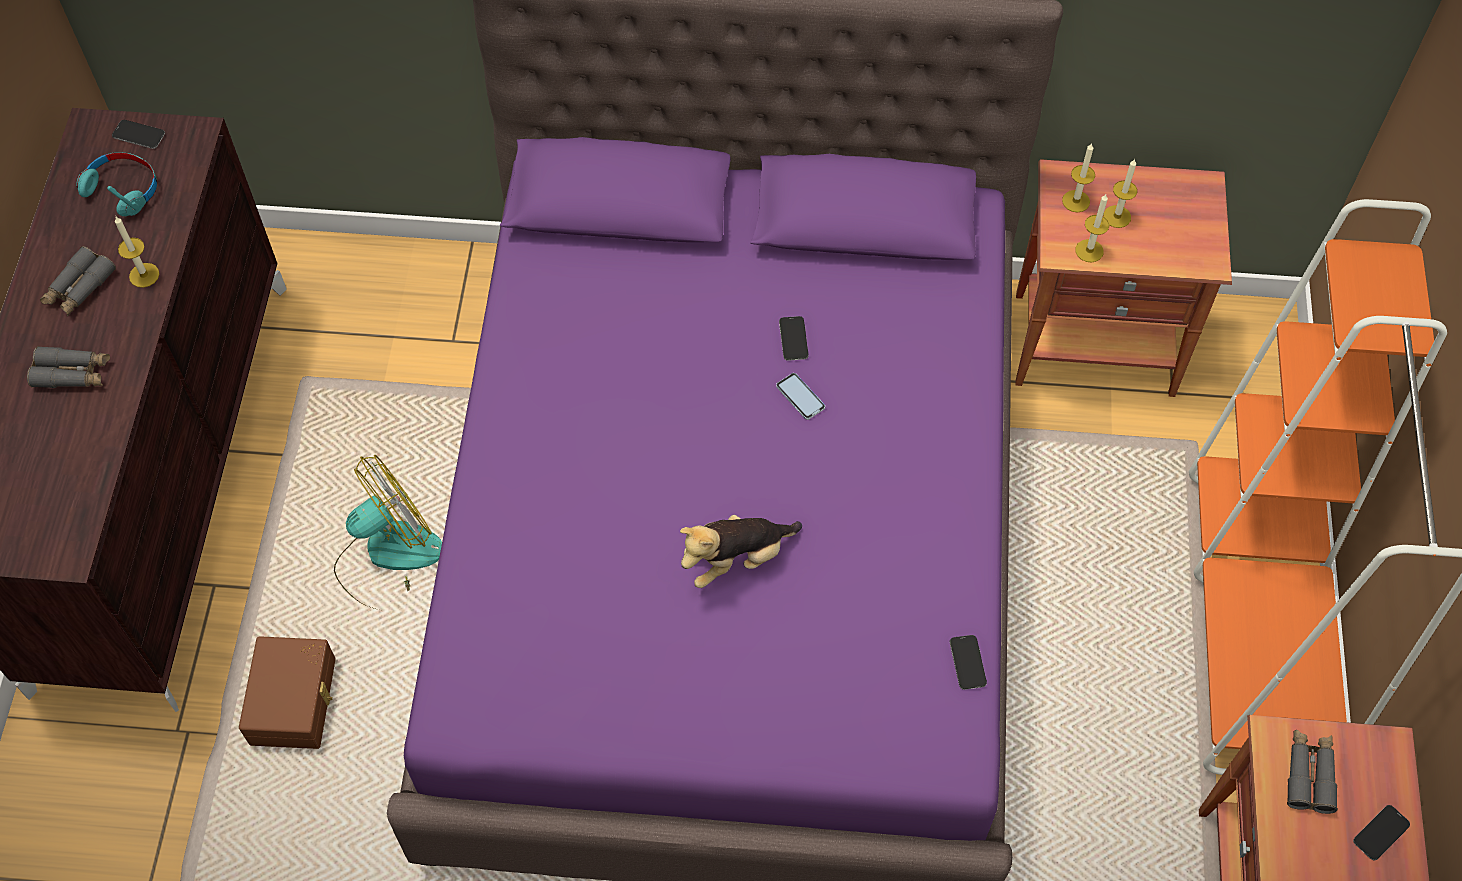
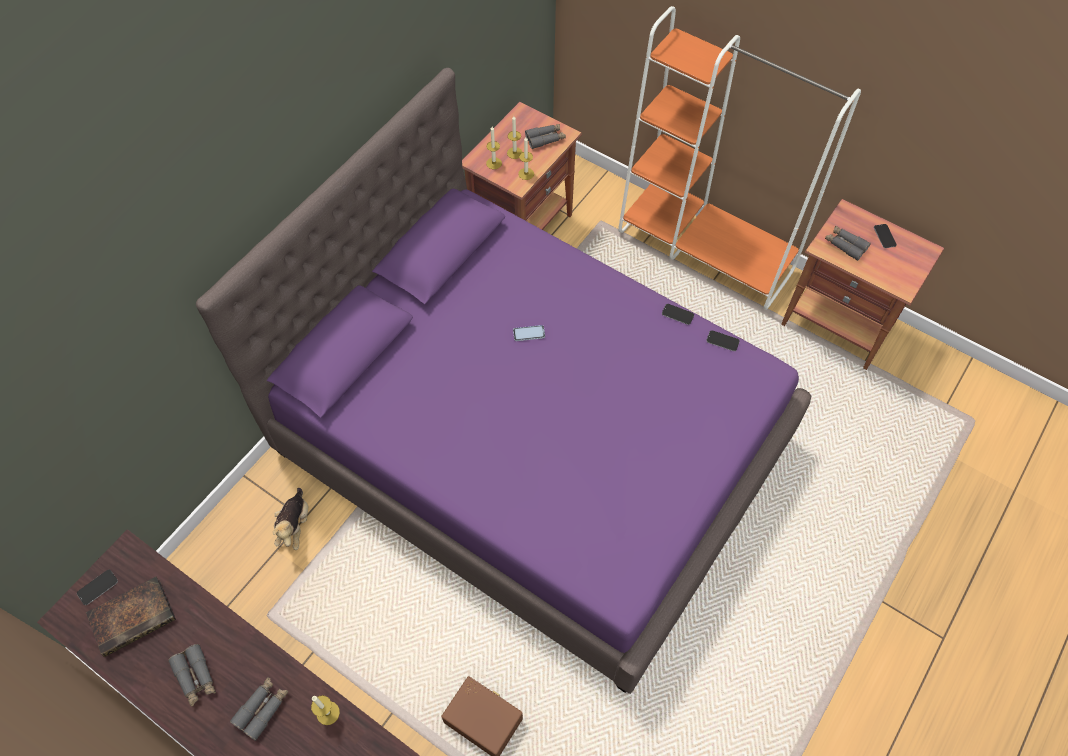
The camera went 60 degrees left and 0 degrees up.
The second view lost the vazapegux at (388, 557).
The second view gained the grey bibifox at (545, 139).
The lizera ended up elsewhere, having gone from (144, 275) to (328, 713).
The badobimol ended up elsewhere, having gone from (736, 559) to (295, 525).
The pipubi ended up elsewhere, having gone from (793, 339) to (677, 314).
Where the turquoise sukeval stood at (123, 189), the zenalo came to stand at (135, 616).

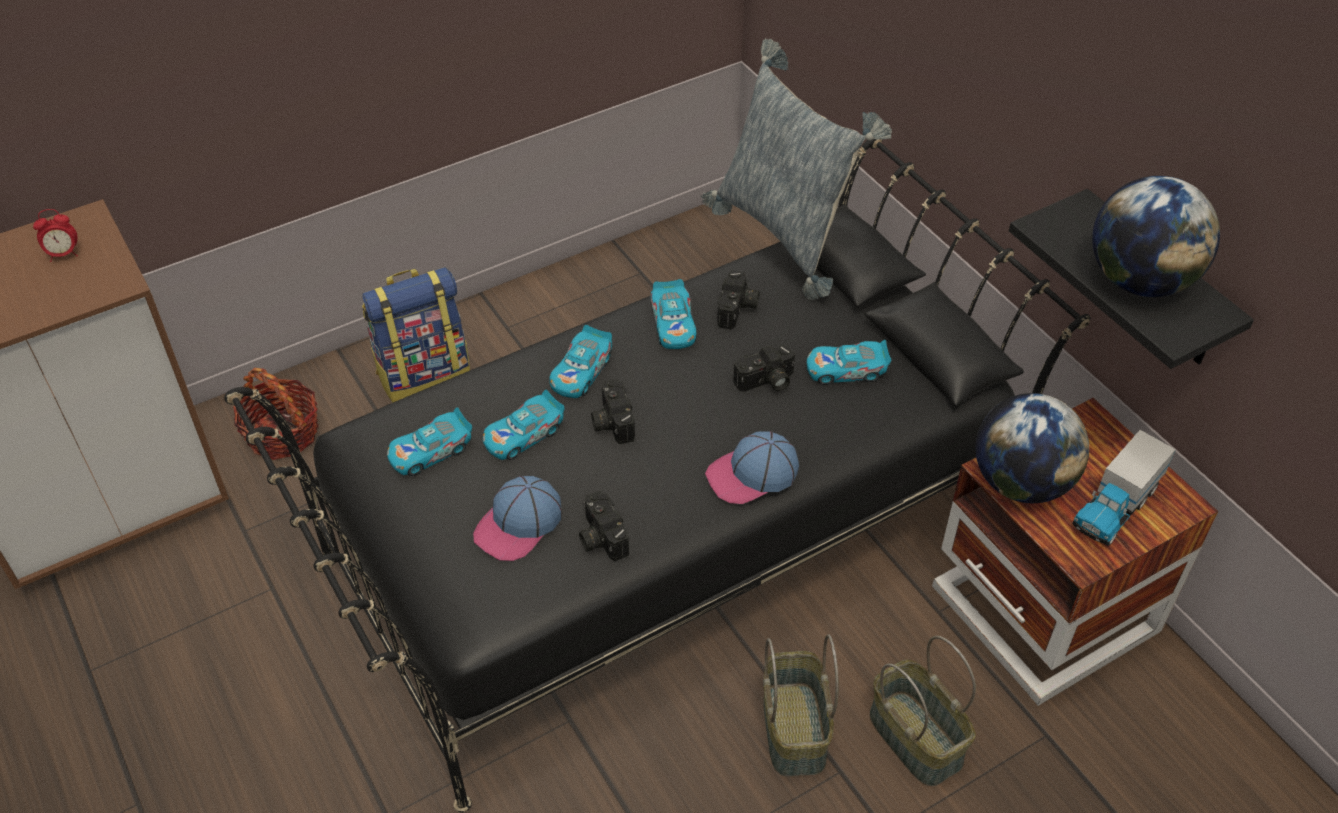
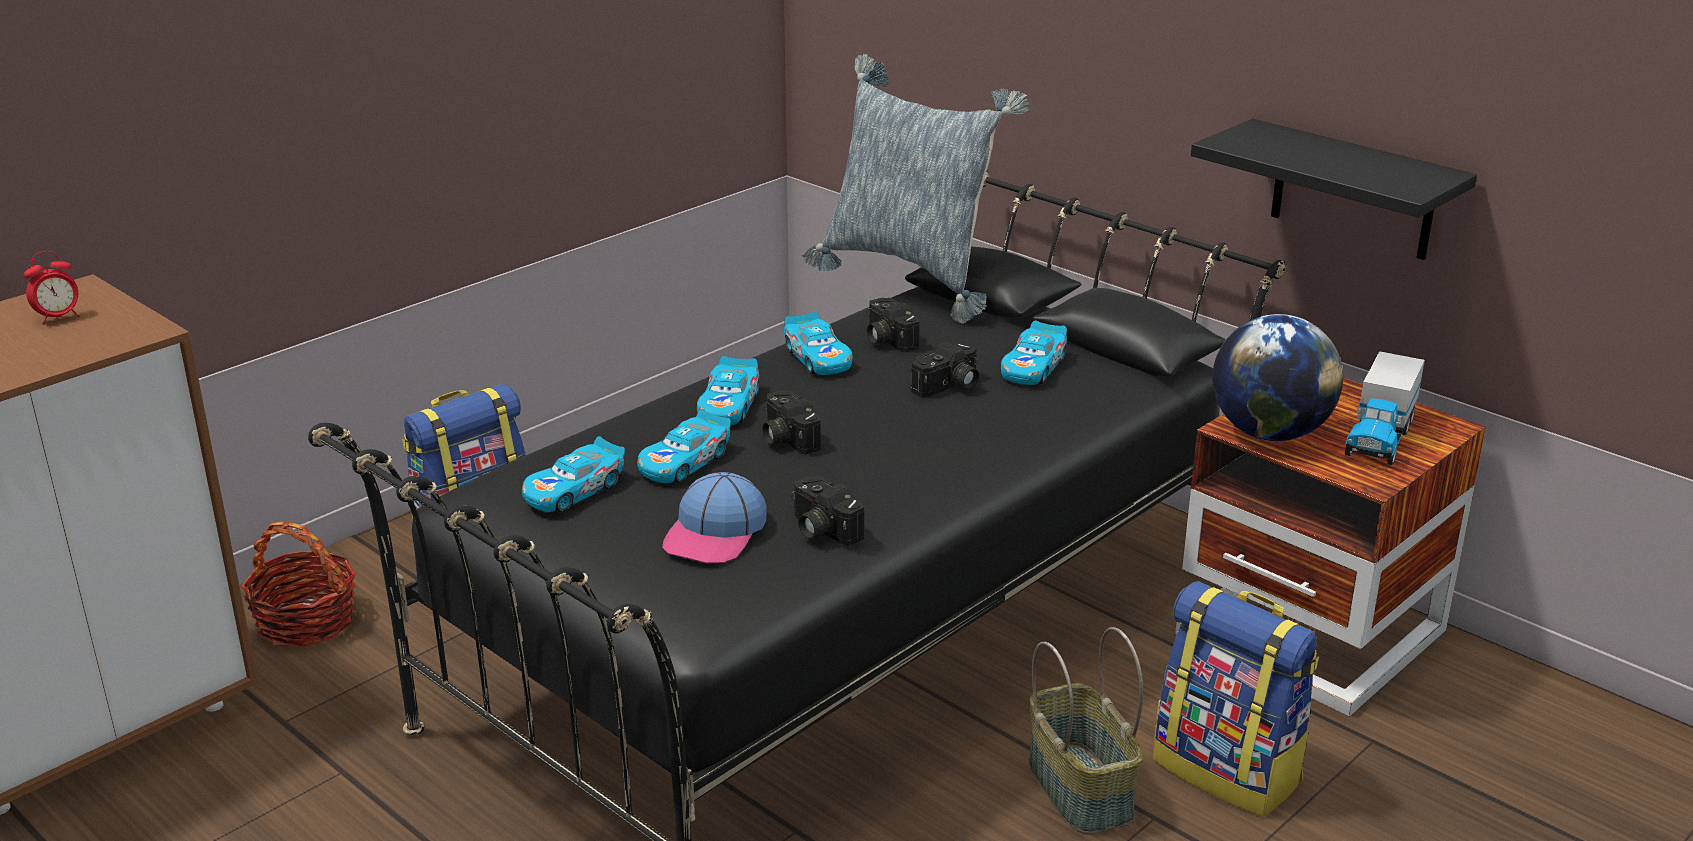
The camera went 15 degrees left and 20 degrees down.
The second view lost the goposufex at (752, 475).
The second view lost the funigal at (1139, 281).
Where the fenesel stood at (917, 738), the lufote came to stand at (1229, 770).
The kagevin at (738, 310) ended up facing another way, 150 degrees clockwise from before.
The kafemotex at (846, 370) ended up facing another way, 45 degrees counterclockwise from before.

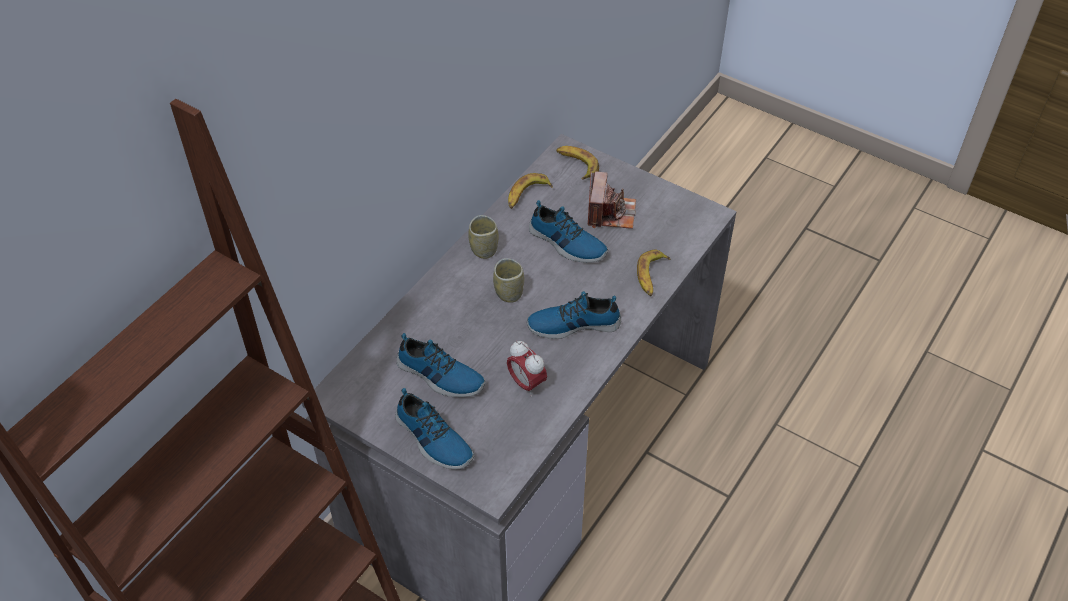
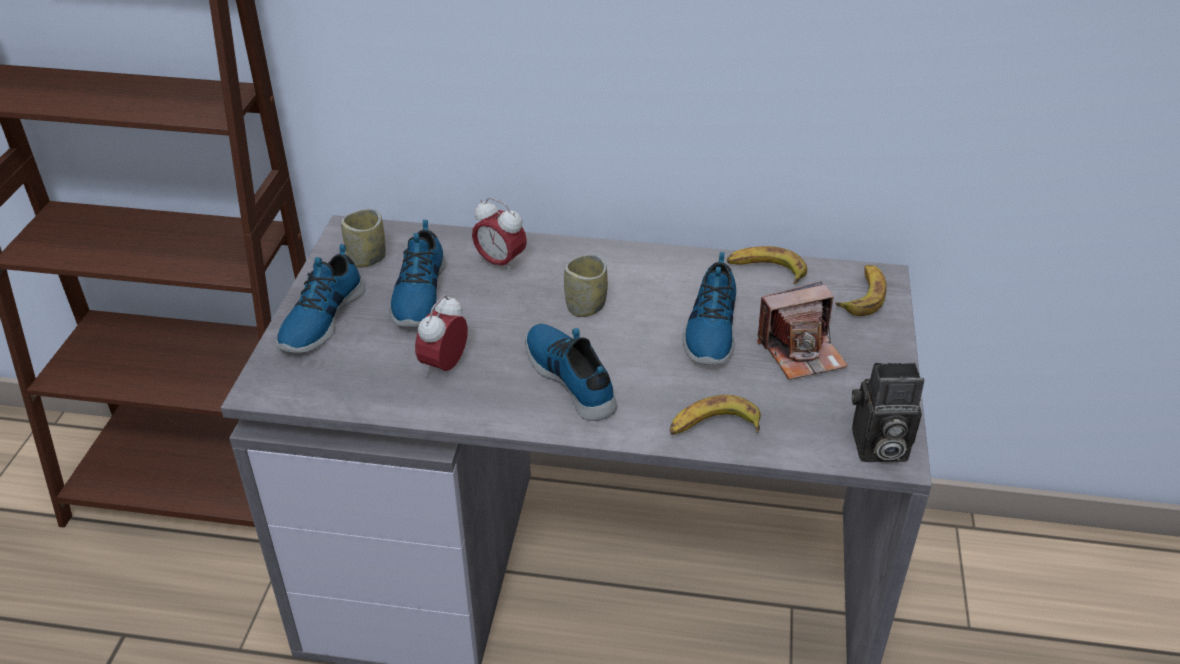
The camera went 65 degrees right and 10 degrees down.
The second view gained the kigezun at (500, 263).
The second view gained the kagevin at (877, 448).
The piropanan ended up elsewhere, having gone from (484, 249) to (367, 259).

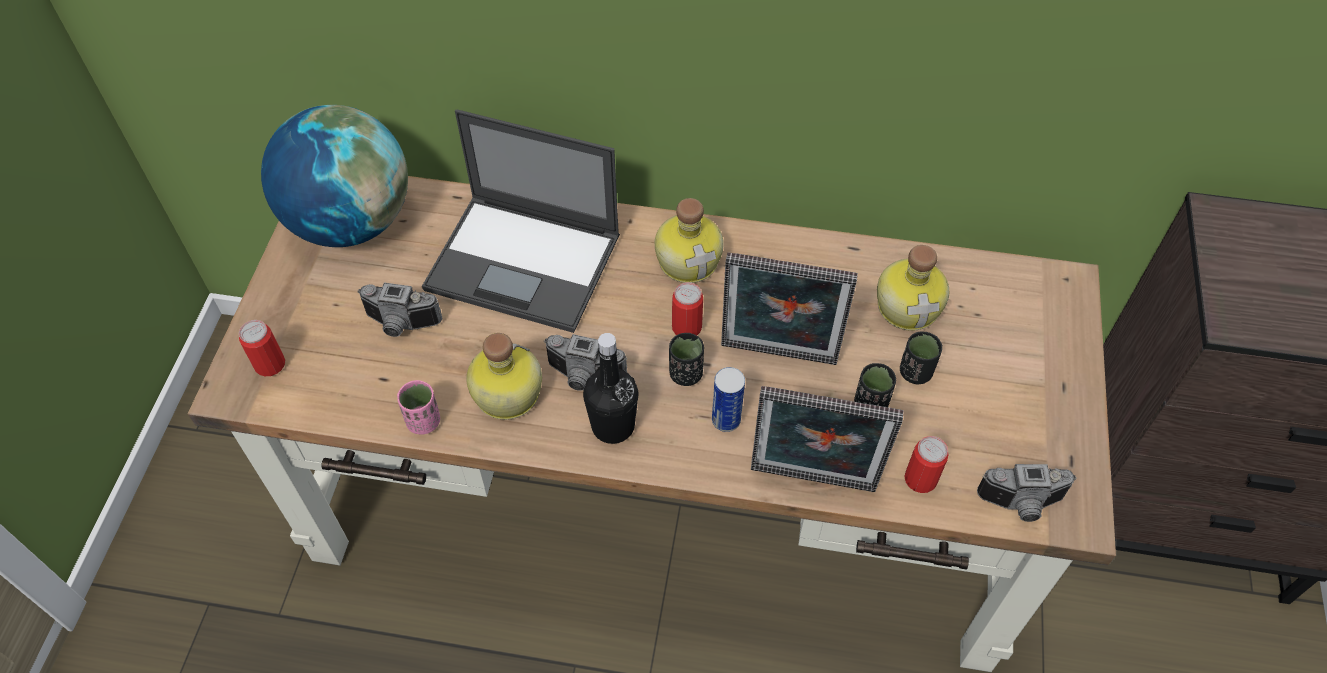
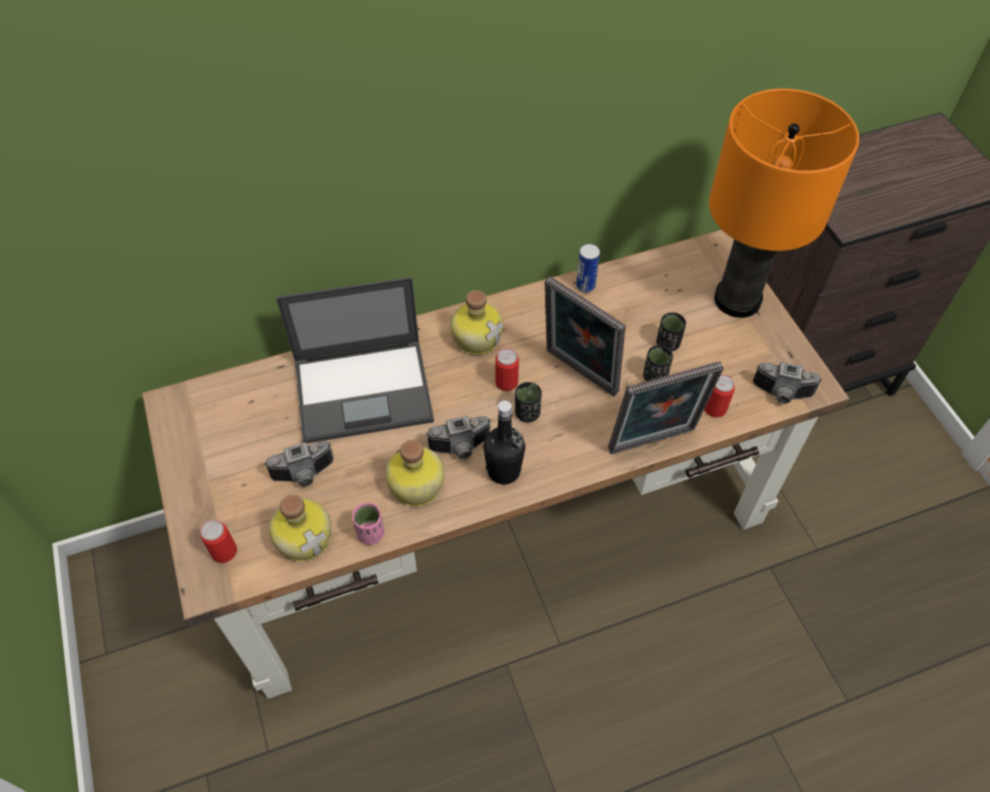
The camera went 30 degrees left and 0 degrees up.
The second view lost the funigal at (351, 222).
The second view gained the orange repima at (738, 300).
The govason ended up elsewhere, having gone from (726, 420) to (585, 286).
The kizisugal ended up elsewhere, having gone from (909, 305) to (305, 536).
The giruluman at (778, 357) ended up facing another way, 60 degrees clockwise from before.
The kagevin at (1022, 505) ended up facing another way, 45 degrees clockwise from before.

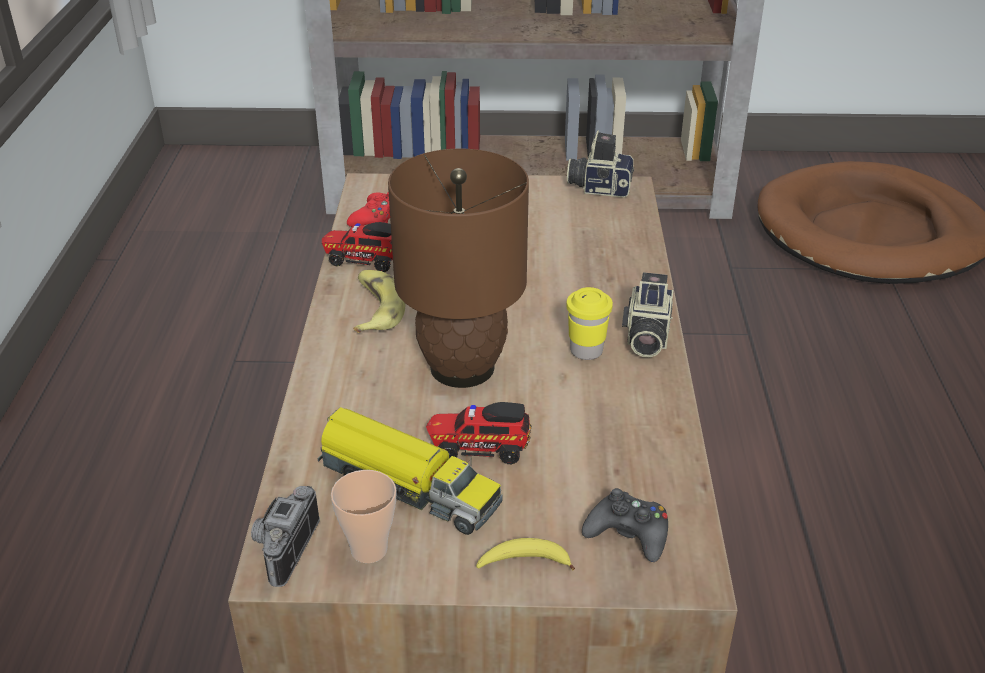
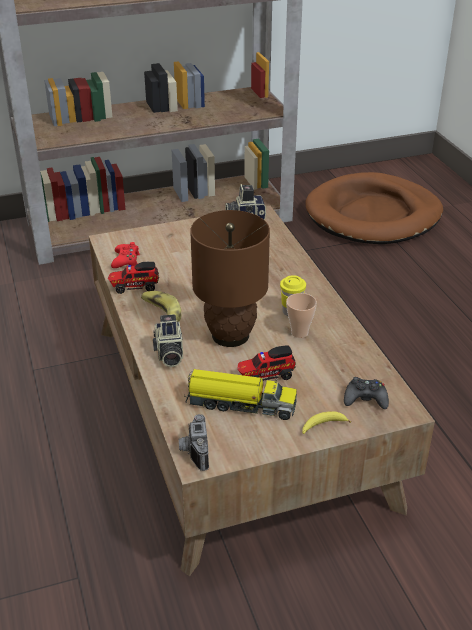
The camera went 20 degrees left and 0 degrees up.
The piropanan ended up elsewhere, having gone from (369, 550) to (299, 332).
The kagevin ended up elsewhere, having gone from (645, 337) to (168, 354).

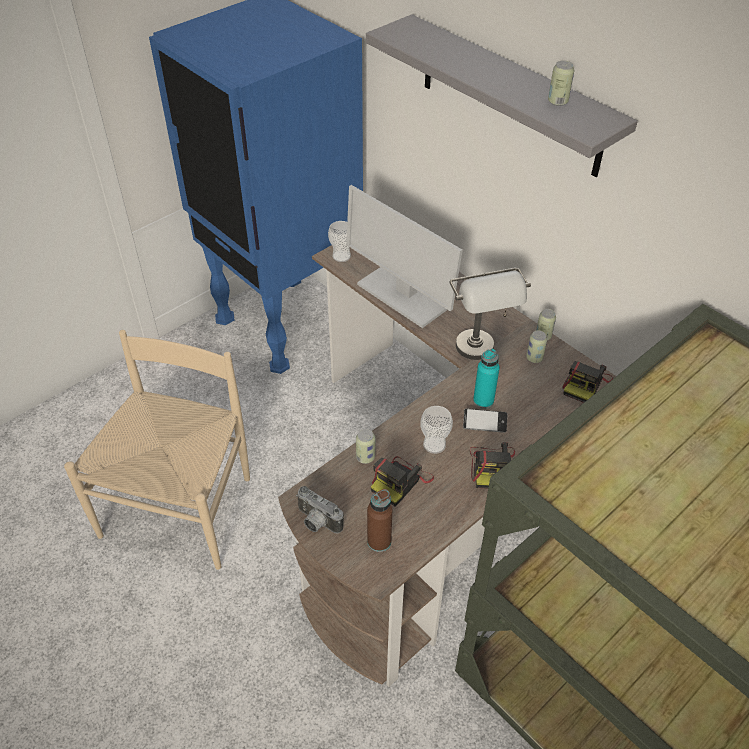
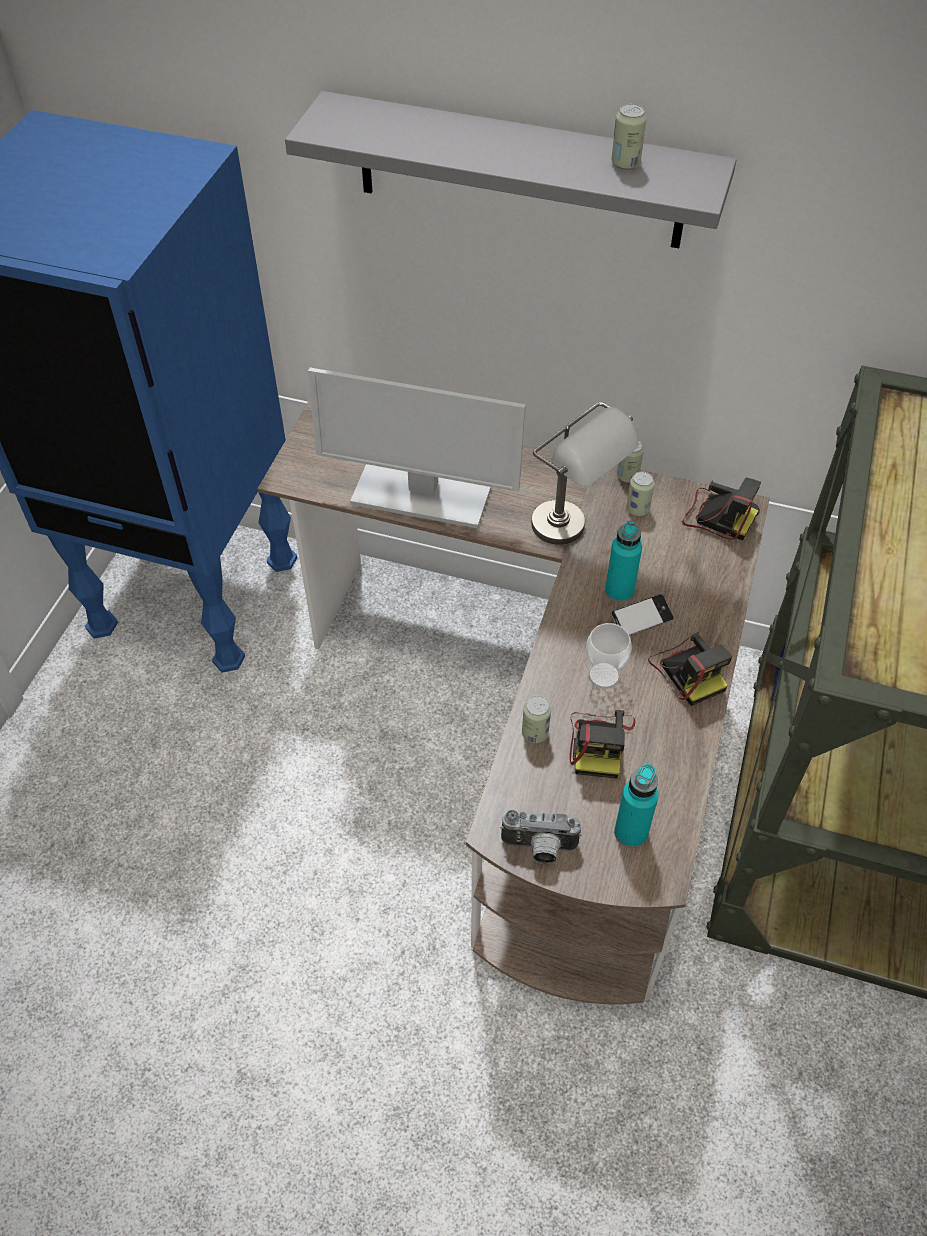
The camera went 30 degrees left and 5 degrees up.
The second view lost the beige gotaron at (182, 507).
The second view lost the piropanan at (341, 256).
What was the brown kizisugal at (379, 541) turned into the turquoise kizisugal at (631, 832).
The kagevin at (585, 384) ended up facing another way, 60 degrees counterclockwise from before.

